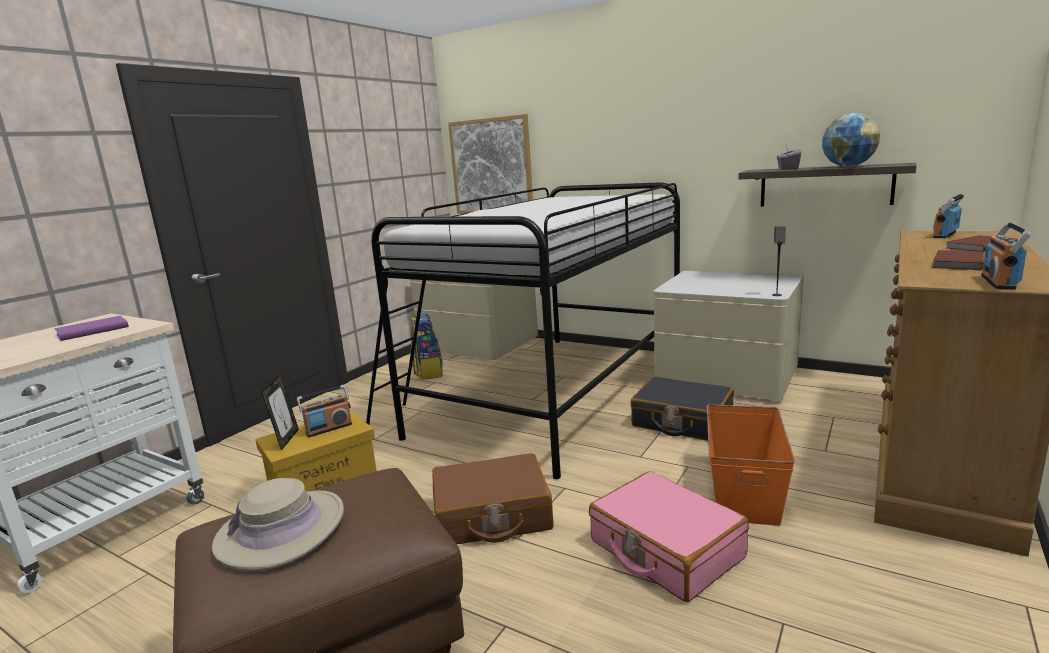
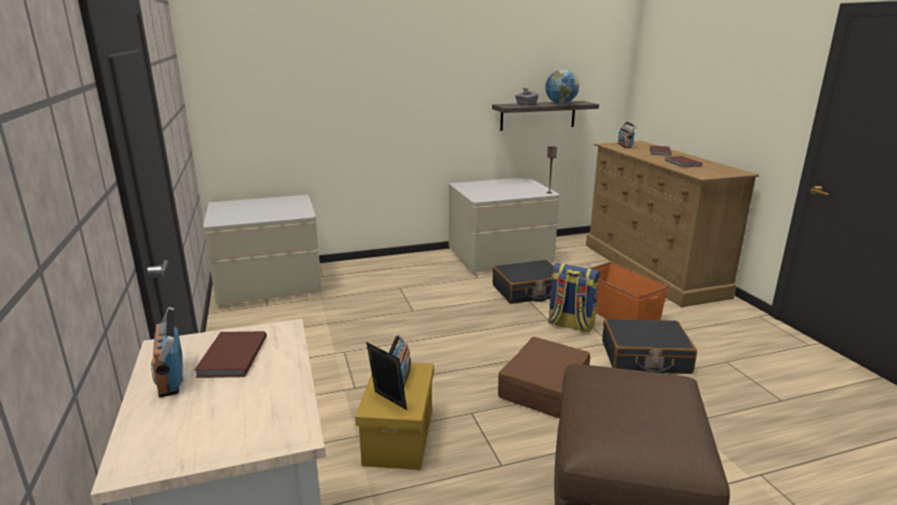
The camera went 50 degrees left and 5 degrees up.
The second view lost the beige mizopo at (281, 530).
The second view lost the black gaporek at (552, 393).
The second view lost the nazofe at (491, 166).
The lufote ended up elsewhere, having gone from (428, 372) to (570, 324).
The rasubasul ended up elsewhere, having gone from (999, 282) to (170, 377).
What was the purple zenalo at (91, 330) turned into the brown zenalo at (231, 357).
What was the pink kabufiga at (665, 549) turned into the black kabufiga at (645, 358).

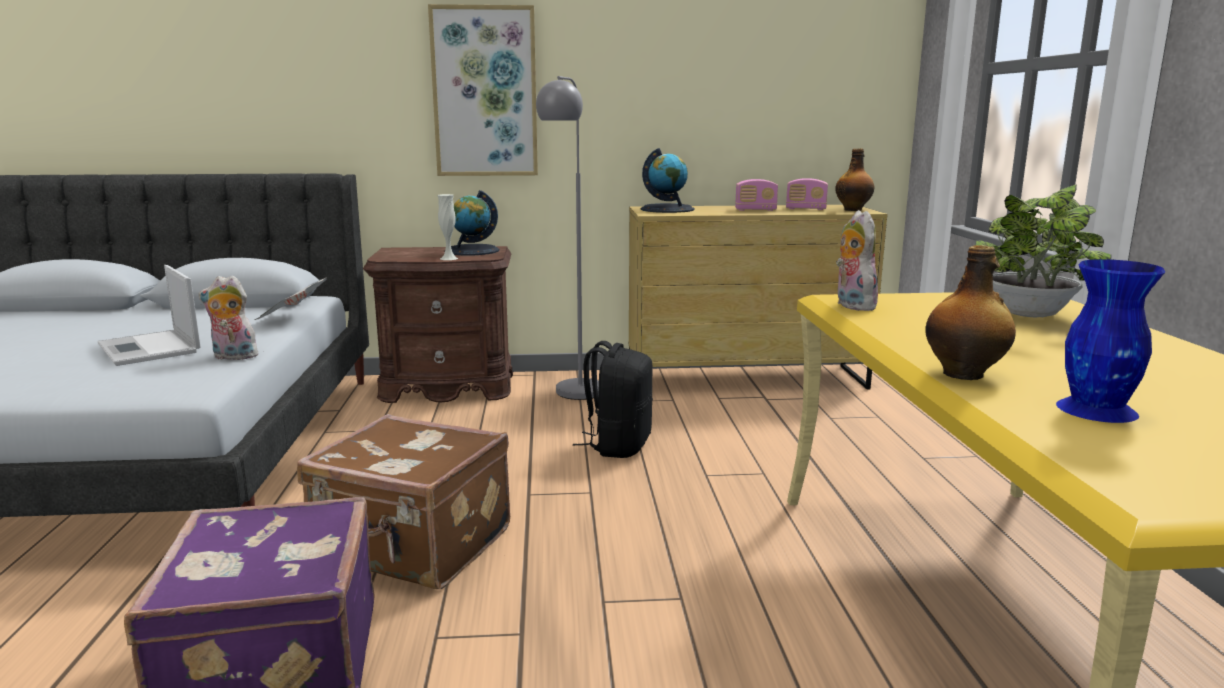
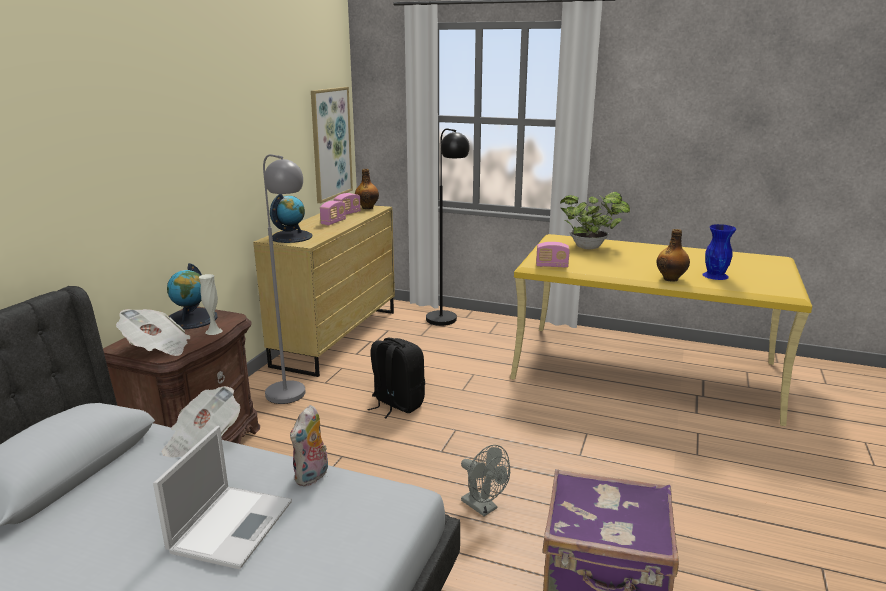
The camera went 65 degrees left and 5 degrees up.
The second view gained the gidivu at (157, 348).
The second view gained the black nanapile at (446, 323).
The nazofe ended up elsewhere, having gone from (485, 92) to (330, 144).
Where the brown kabufiga stood at (413, 547), the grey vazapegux came to stand at (483, 507).
Where the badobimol stood at (851, 305), the rasubasul came to stand at (552, 266).
The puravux at (150, 349) ended up facing another way, 60 degrees counterclockwise from before.

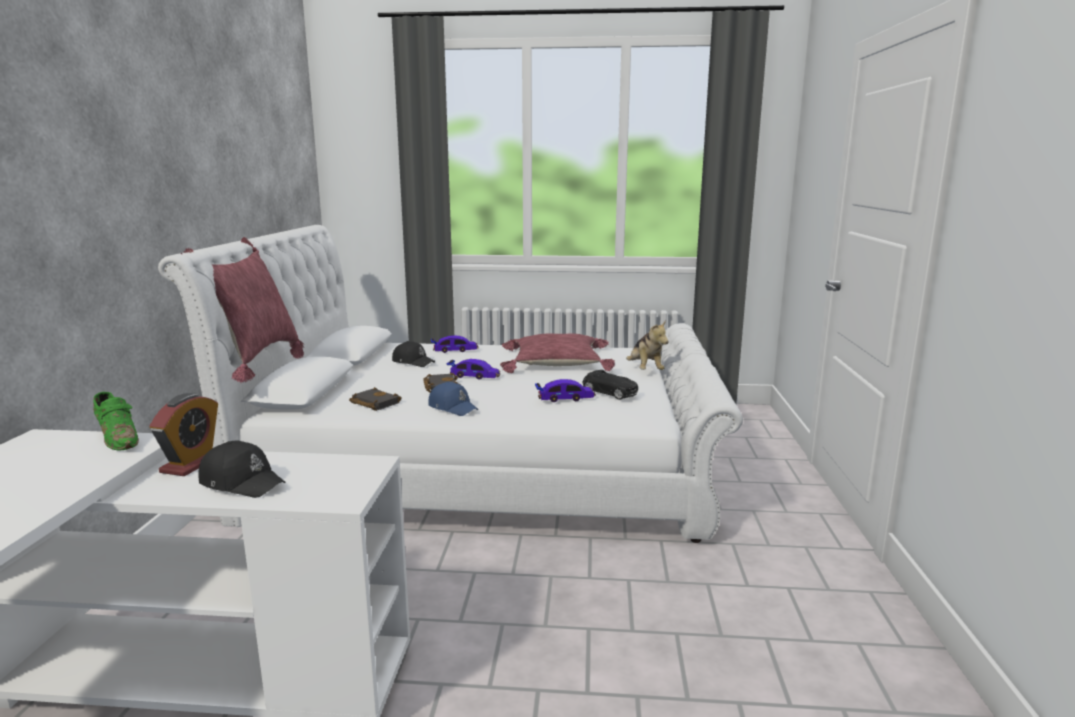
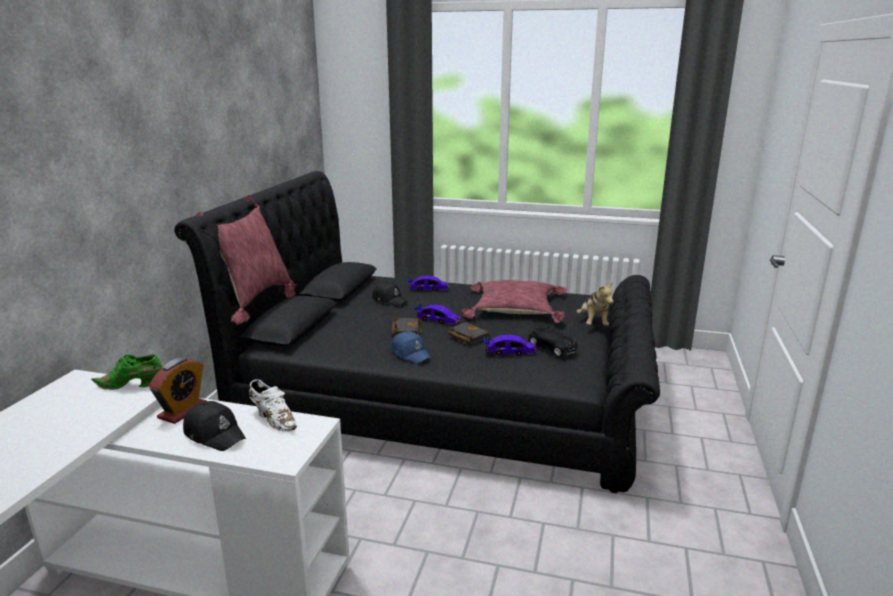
The camera went 10 degrees right and 5 degrees up.
The second view gained the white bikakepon at (273, 419).
The black zenalo ended up elsewhere, having gone from (373, 403) to (467, 336).
What was the white gaporek at (483, 463) turned into the black gaporek at (444, 393).
The green bikakepon at (118, 439) ended up facing another way, 120 degrees clockwise from before.

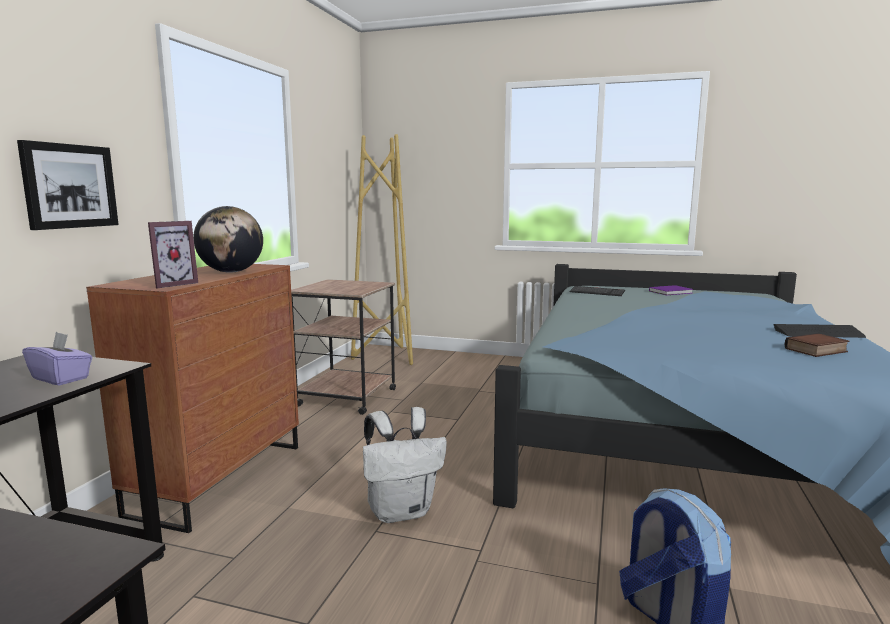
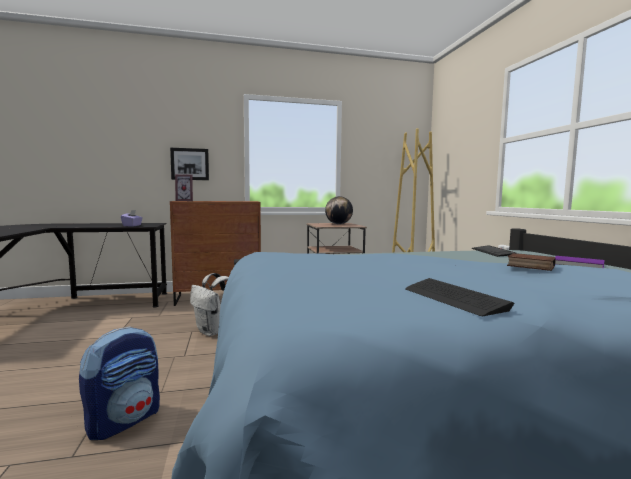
The camera went 60 degrees right and 5 degrees down.
The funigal ended up elsewhere, having gone from (231, 272) to (338, 224).
The zenalo ended up elsewhere, having gone from (816, 350) to (529, 266).

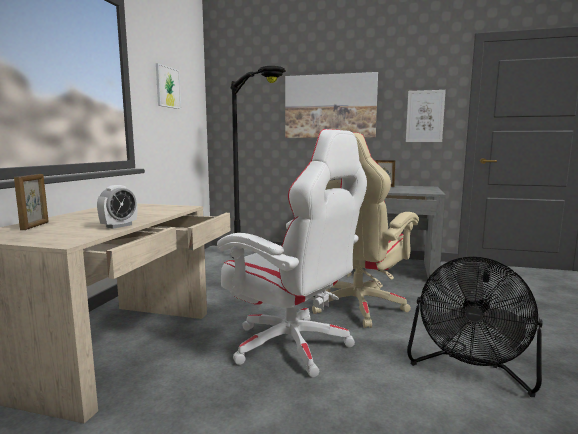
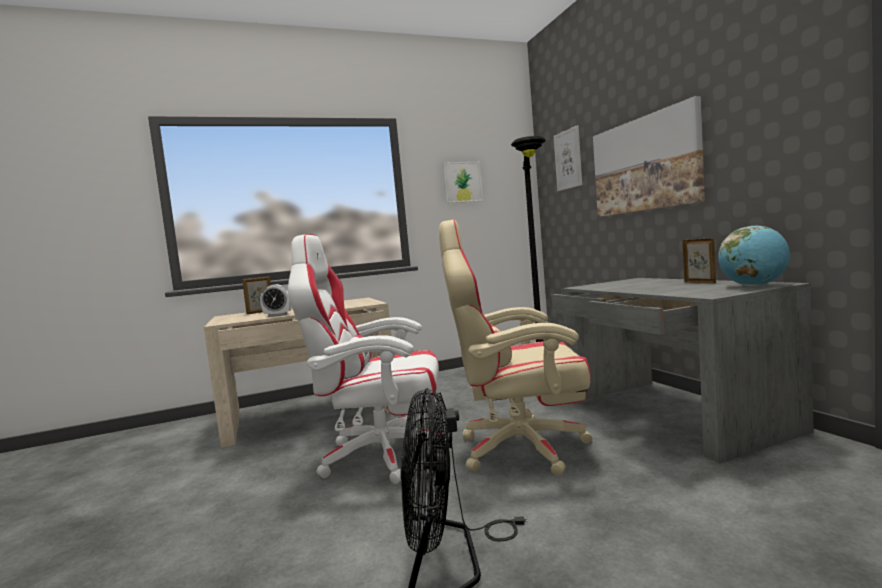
The camera went 55 degrees right and 5 degrees down.
The second view gained the funigal at (754, 286).
The nazofe ended up elsewhere, having gone from (425, 116) to (568, 159).
The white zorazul at (290, 345) ended up facing another way, 90 degrees clockwise from before.

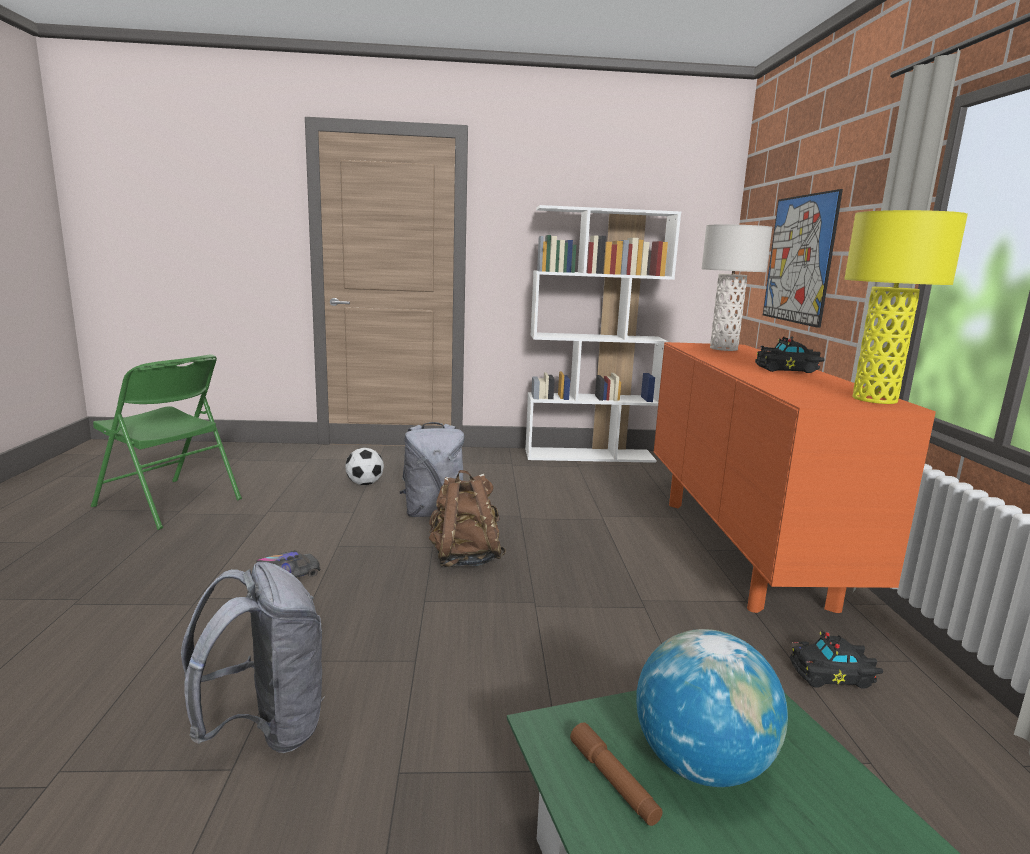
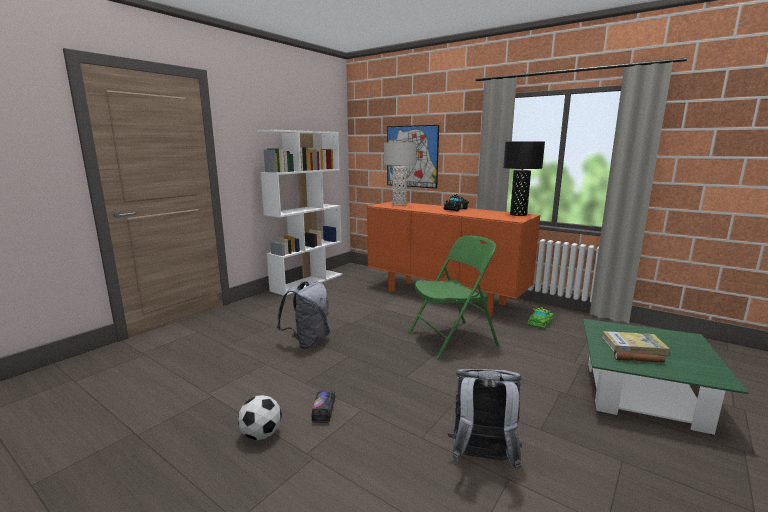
The camera went 50 degrees left and 0 degrees up.
The second view lost the brown lufote at (464, 559).
The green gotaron ended up elsewhere, having gone from (168, 503) to (452, 339).
The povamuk ended up elsewhere, having gone from (365, 483) to (261, 434).
Where the funigal stood at (701, 764), the zenalo came to stand at (633, 345).
What was the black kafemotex at (833, 675) turned into the green kafemotex at (540, 322).
What was the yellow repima at (875, 399) turned into the black repima at (518, 214).

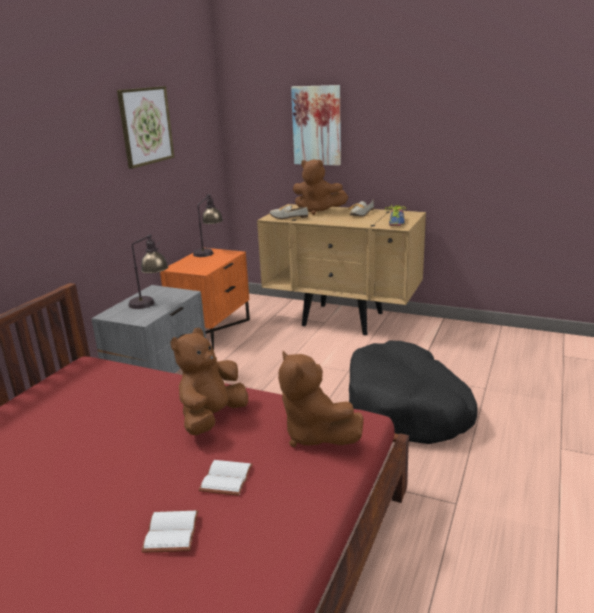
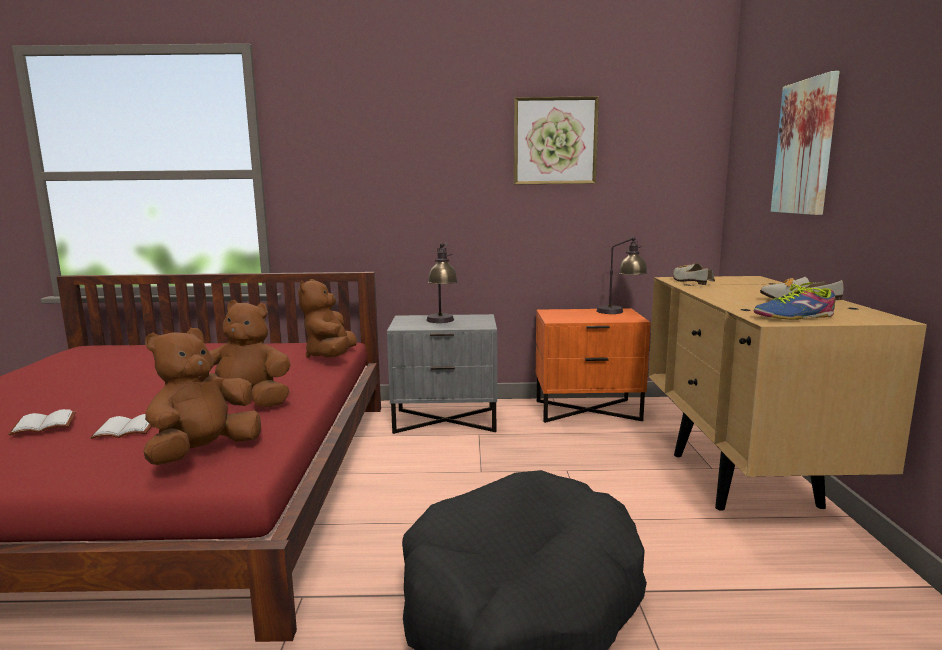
The camera went 65 degrees right and 10 degrees down.
The brown badobimol ended up elsewhere, having gone from (318, 211) to (331, 356).

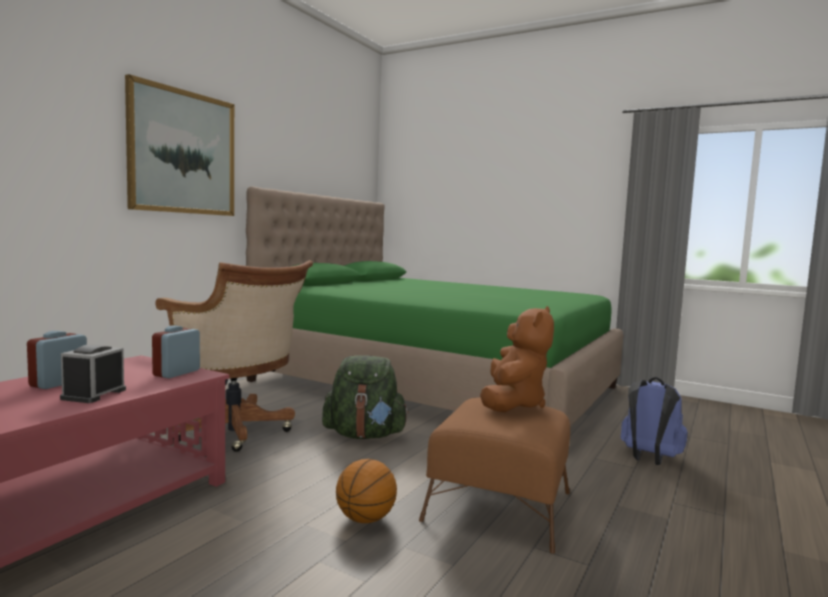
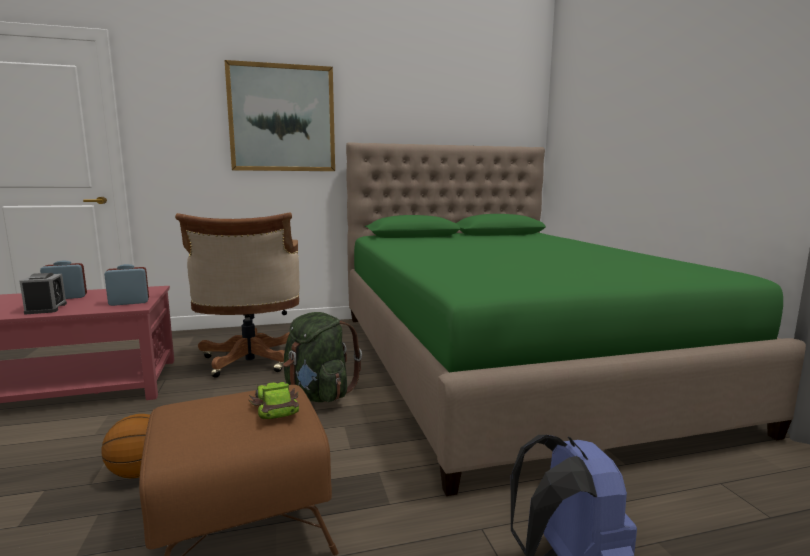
The camera went 45 degrees right and 5 degrees up.
Where the brown badobimol stood at (512, 404), the kafemotex came to stand at (274, 405).
The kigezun at (94, 394) ended up facing another way, 105 degrees clockwise from before.

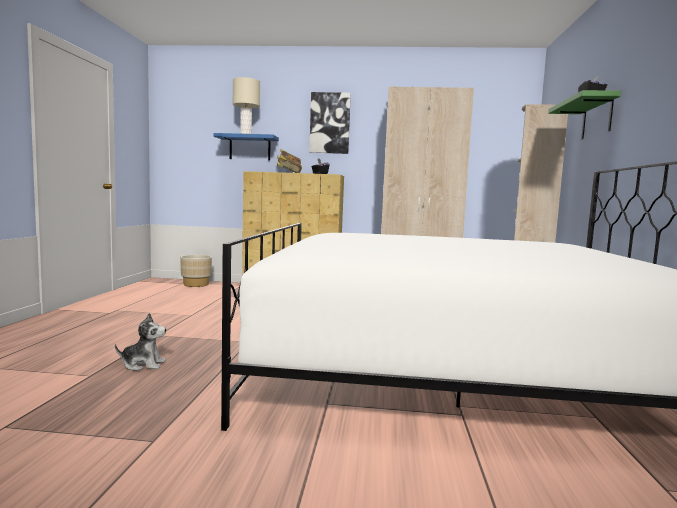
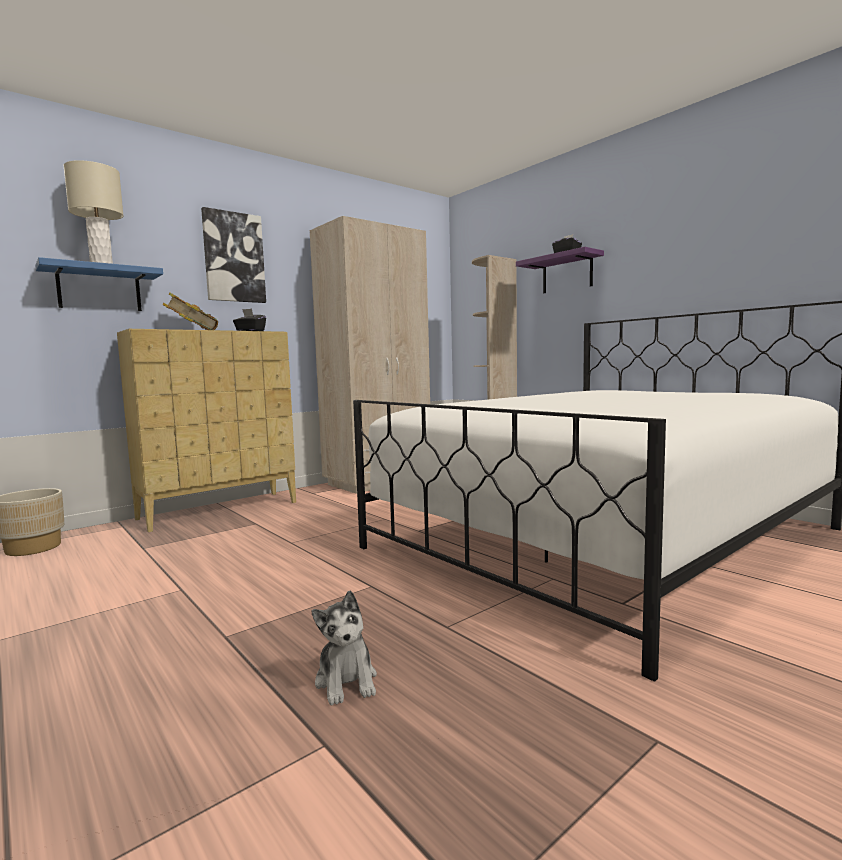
The camera went 45 degrees left and 0 degrees up.
What was the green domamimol at (597, 118) turned into the purple domamimol at (567, 273).
The badobimol at (143, 365) ended up facing another way, 120 degrees clockwise from before.

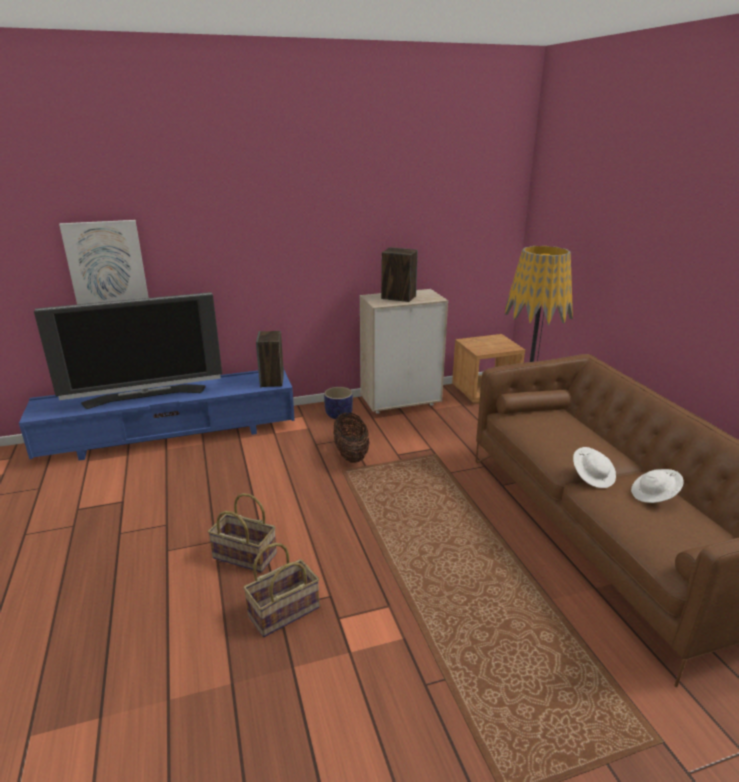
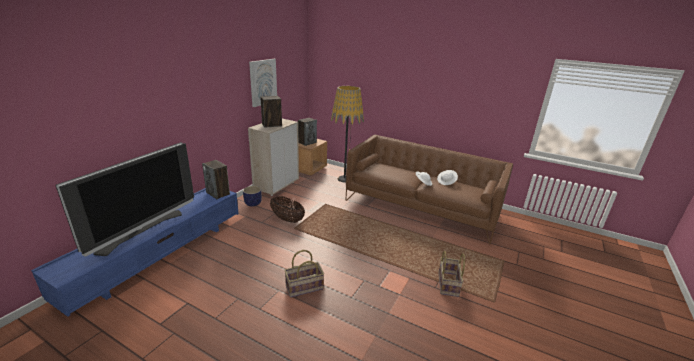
The camera went 45 degrees left and 0 degrees up.
The second view gained the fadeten at (307, 142).
The nazofe ended up elsewhere, having gone from (106, 263) to (263, 82).
The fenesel ended up elsewhere, having gone from (283, 611) to (447, 284).

